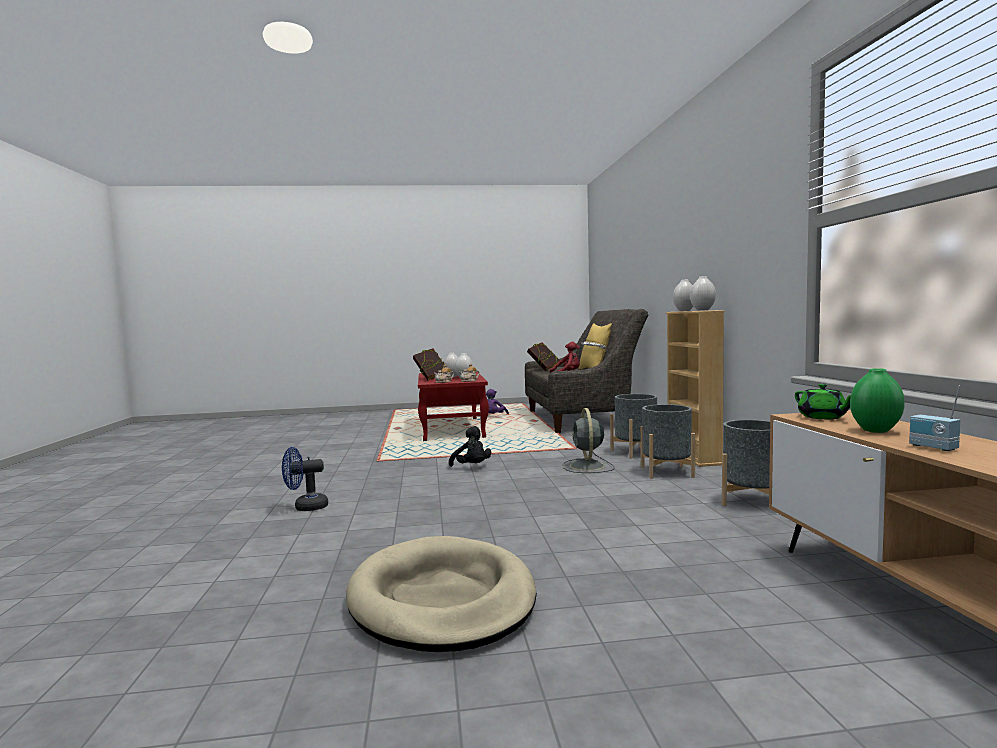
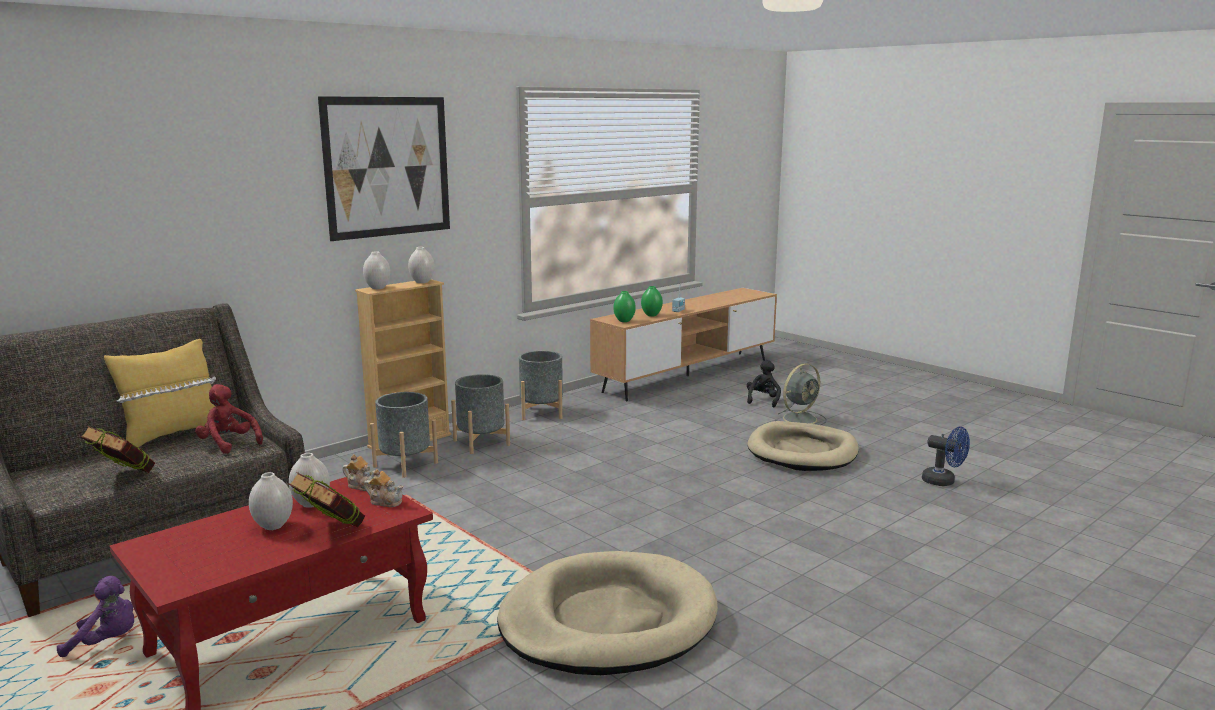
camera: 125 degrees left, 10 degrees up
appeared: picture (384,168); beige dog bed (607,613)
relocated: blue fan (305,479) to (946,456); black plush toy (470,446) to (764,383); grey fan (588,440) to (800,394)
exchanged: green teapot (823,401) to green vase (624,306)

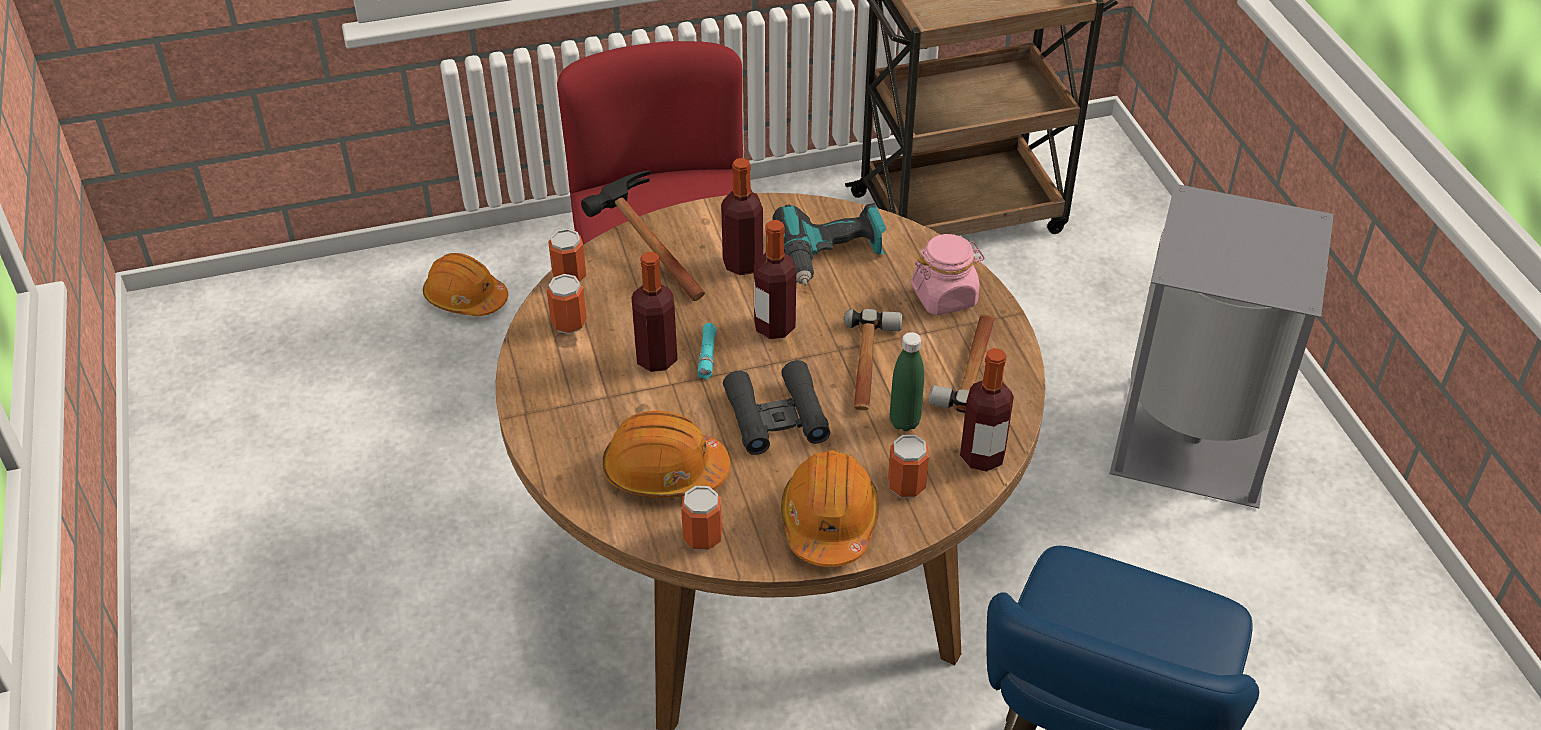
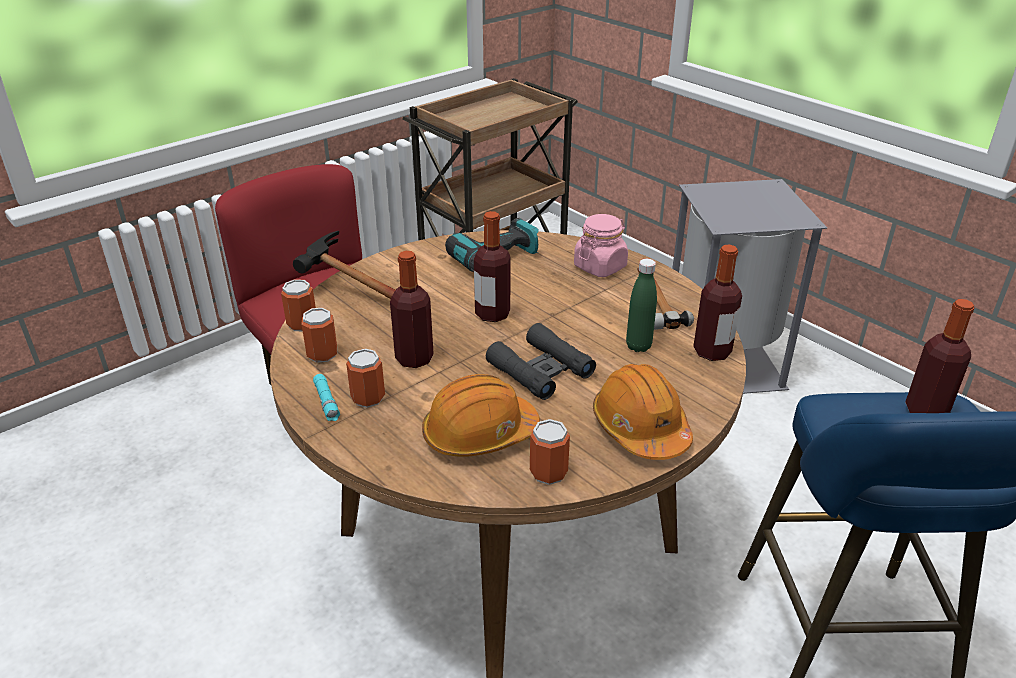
camera: 25 degrees left, 10 degrees down
missing: orange hard hat (465,284); hammer (873,359)
relocated: turquoise flashlight (707,351) to (326,397); bottle (742,216) to (939,356); can (908,466) to (365,378)

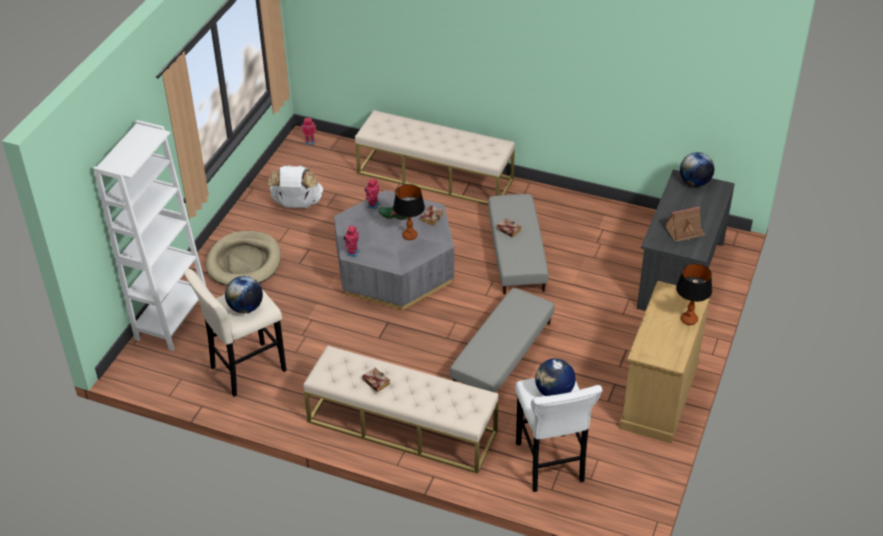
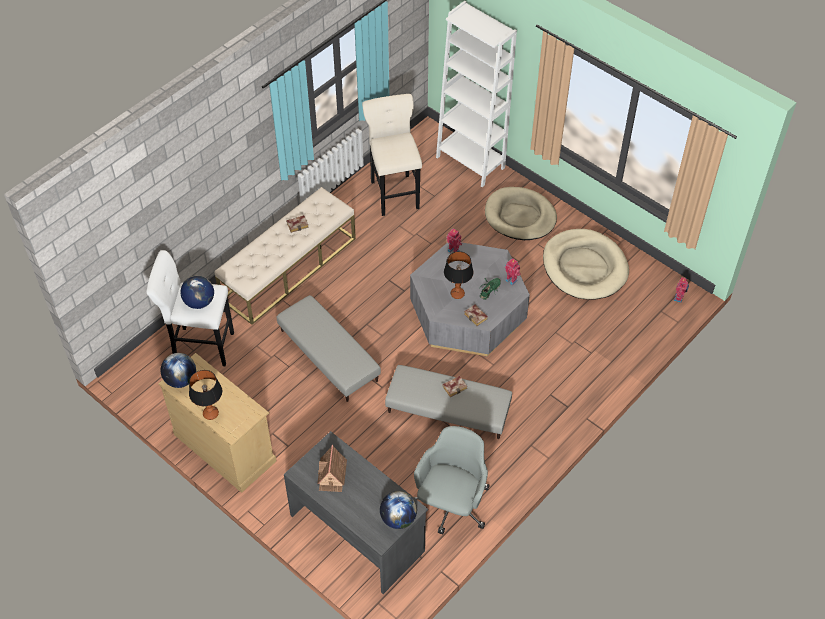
camera: 110 degrees right, 10 degrees up
missing: beige bench (435,157)
appeared: grey office chair (452,480)
relocated: globe (244,294) to (178,370)
exchanged: white backpack (295,186) to beige dog bed (586,264)

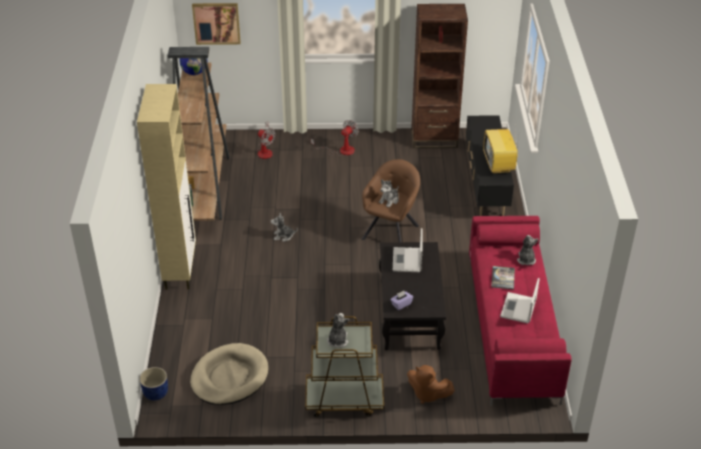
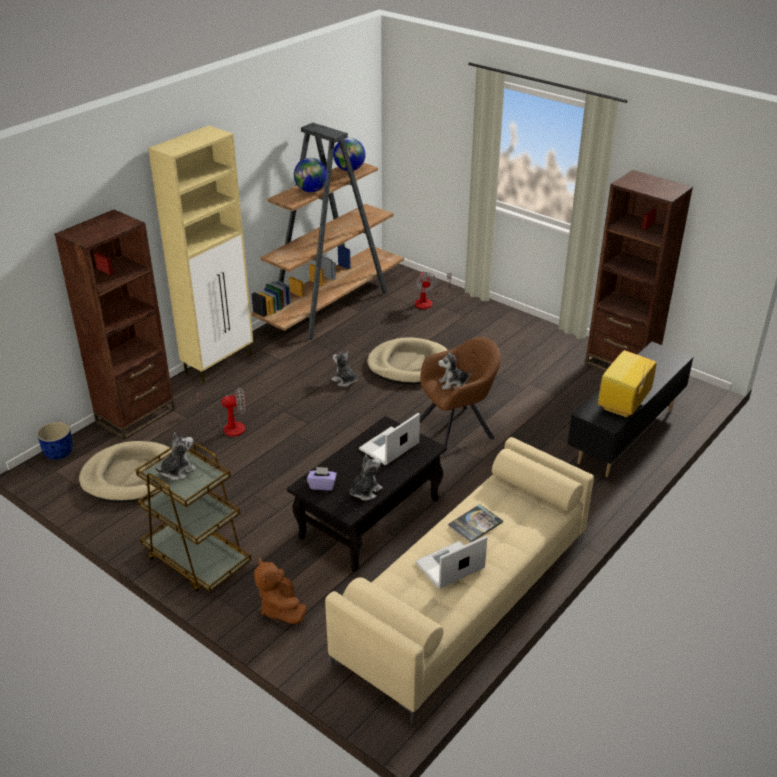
camera: 40 degrees right, 5 degrees down
missing: picture (216,24)
appeared: brown bookcase (115,325); globe (310,175); beige dog bed (407,361)
relocated: fan (335,138) to (221,412); plush toy (528,250) to (366,477)
colour: red sofa (520,311) to beige sofa (459,580)

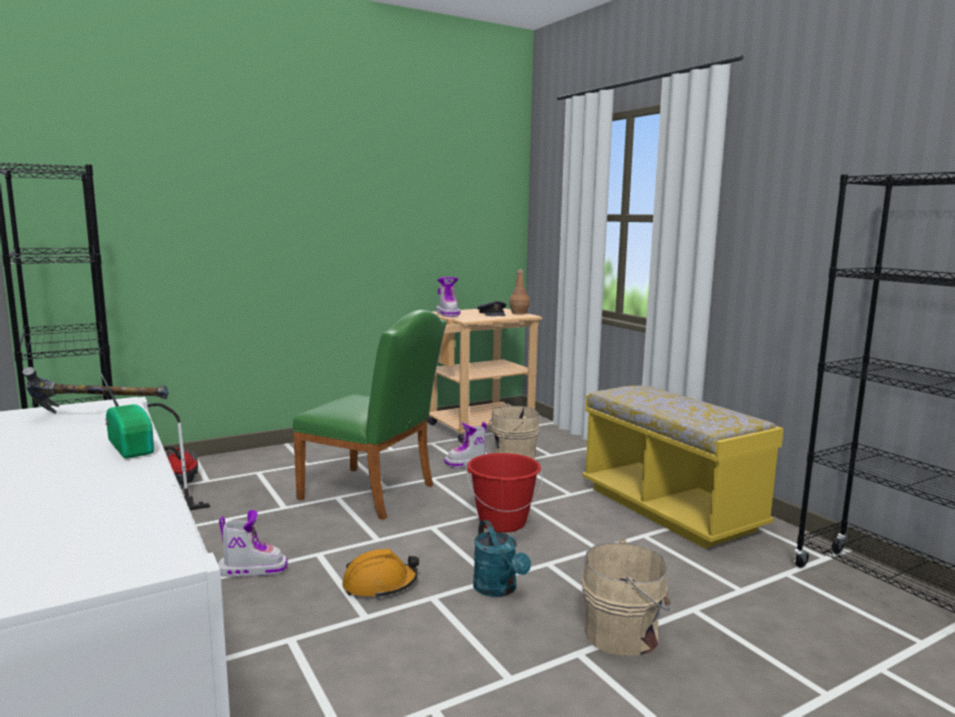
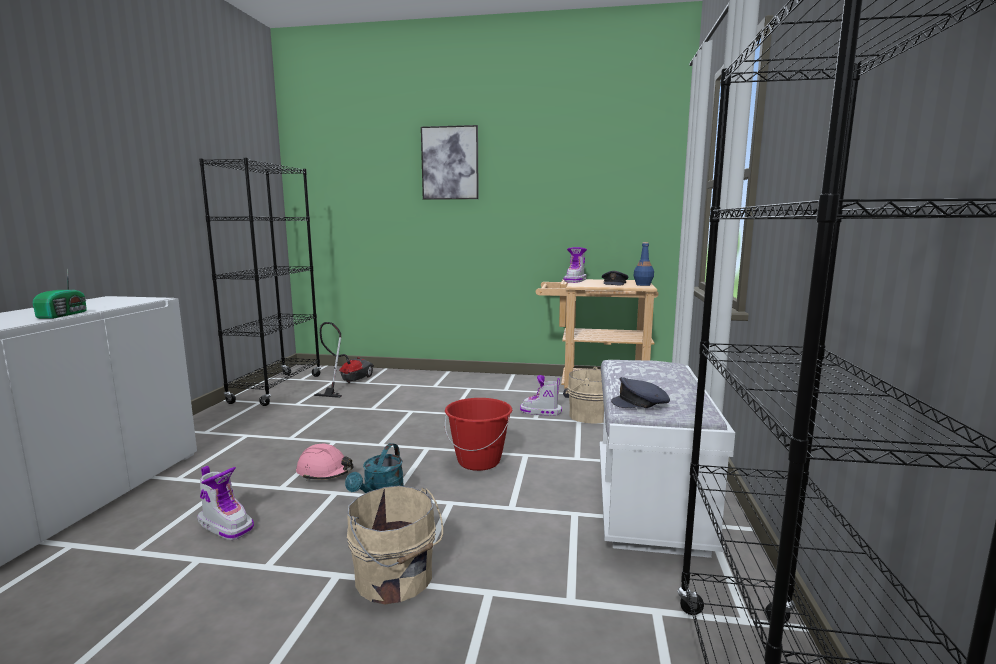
camera: 40 degrees right, 0 degrees up
missing: hammer (96,390); green chair (369,415)
appeared: picture (450,162); grey cap (640,392)
relocated: boot (252,543) to (225,503)
colour: orange hard hat (380,573) to pink hard hat (325,462); brown bottle (519,292) to blue bottle (644,264); yellow bench (683,466) to white bench (667,459)

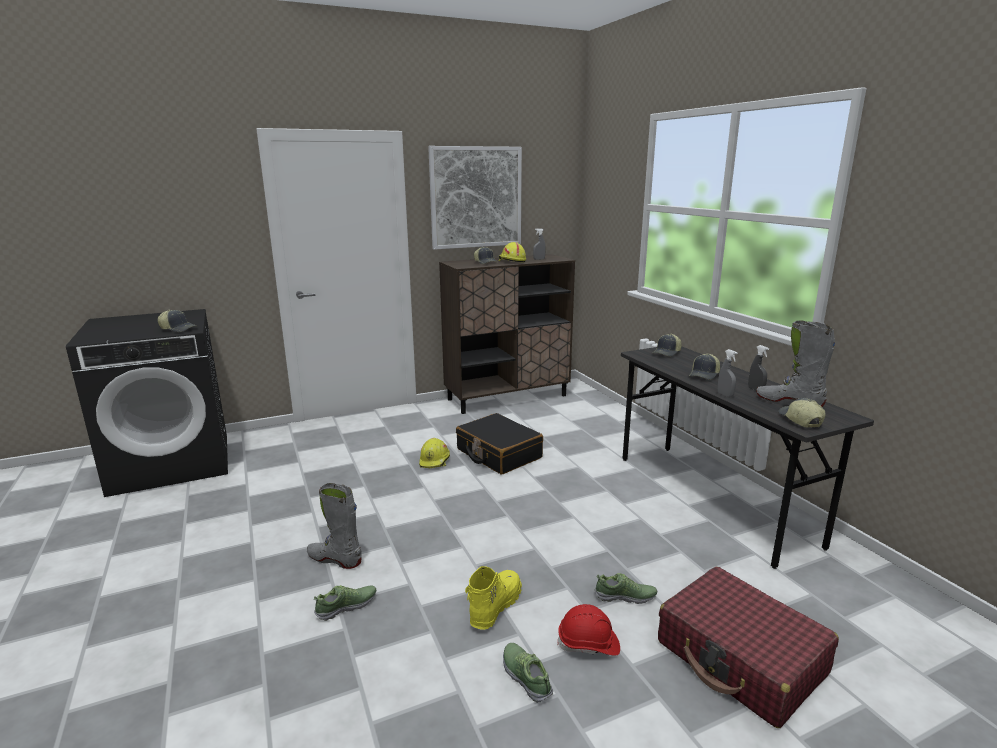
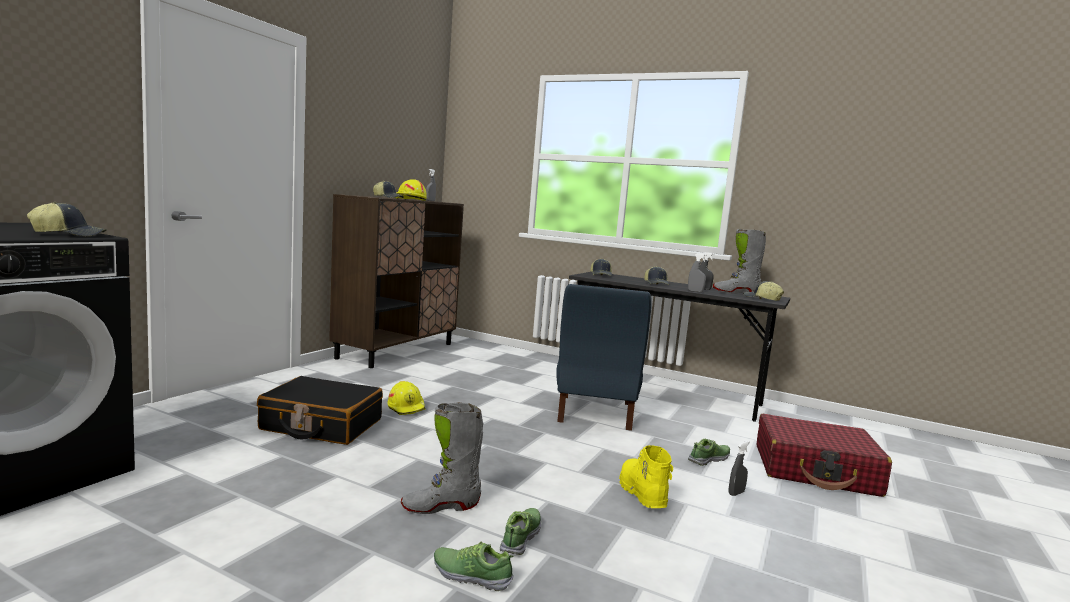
camera: 40 degrees left, 10 degrees down
missing: picture (475,198)
appeared: blue chair (604,357)
relocated: black suitcase (499,444) to (320,410); shoe (528,673) to (474,566)
exchanged: red hard hat (588,630) to grey spray bottle (739,468)

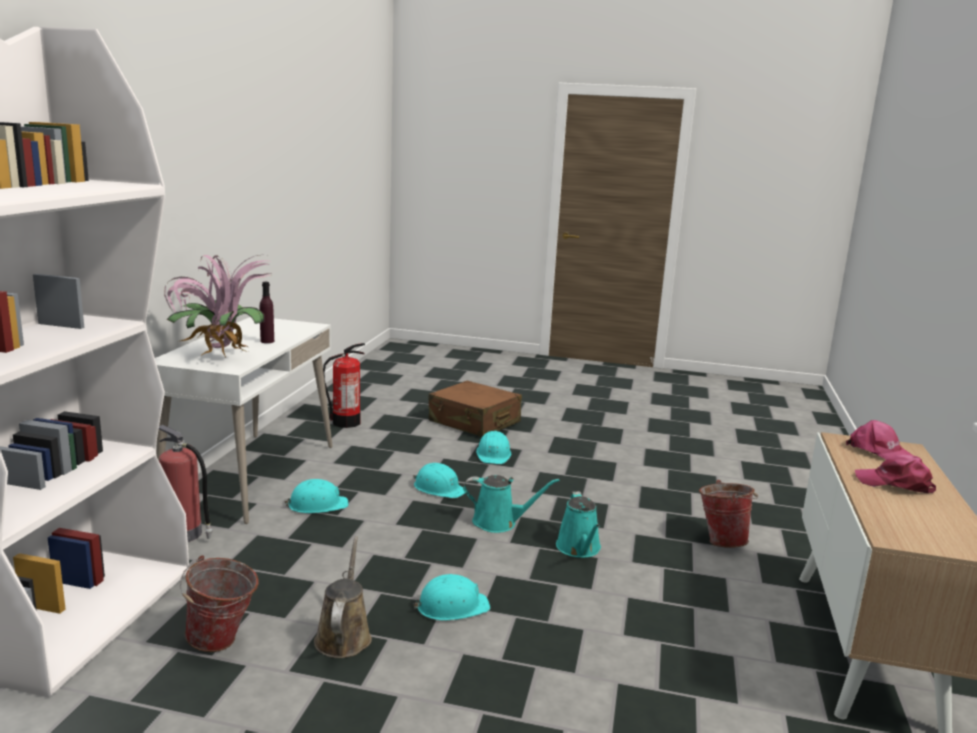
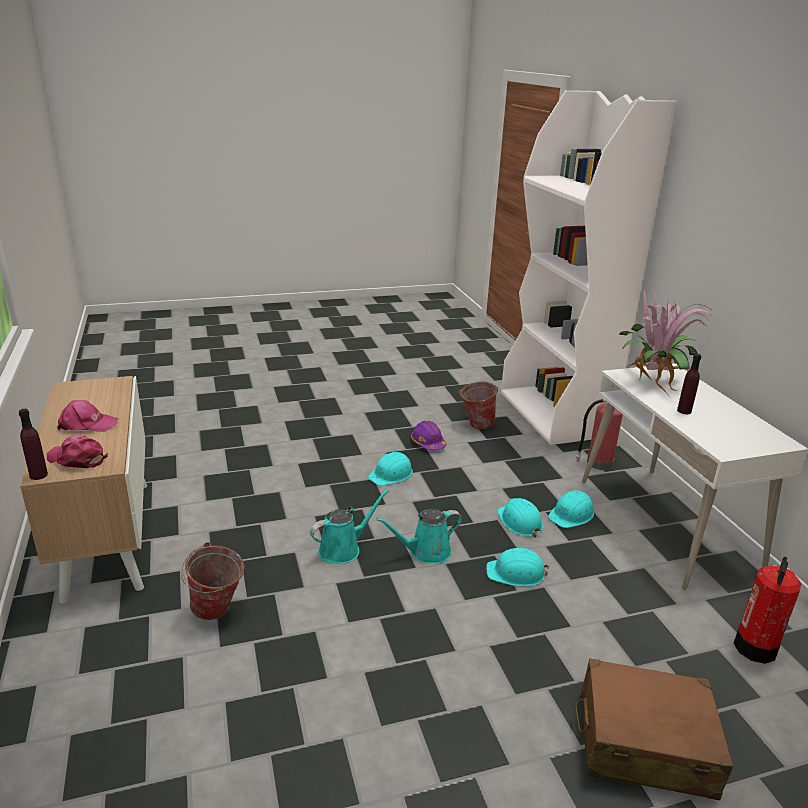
camera: 150 degrees right, 10 degrees up
appeared: purple bottle (33,444)
relocated: turquoise hard hat (493,447) to (520,517)
exchanged: brown watering can (343,597) to purple hard hat (428,435)
spun: turquoise watering can (578,524) = (349,526) 90 degrees clockwise

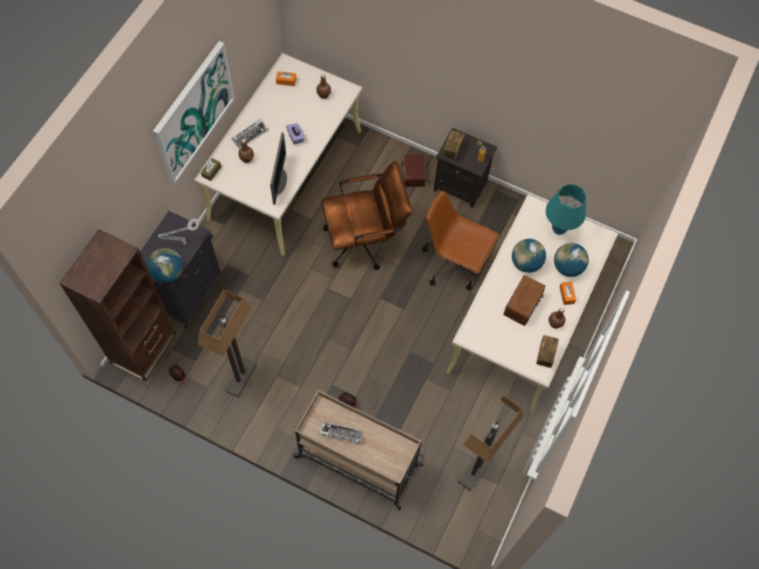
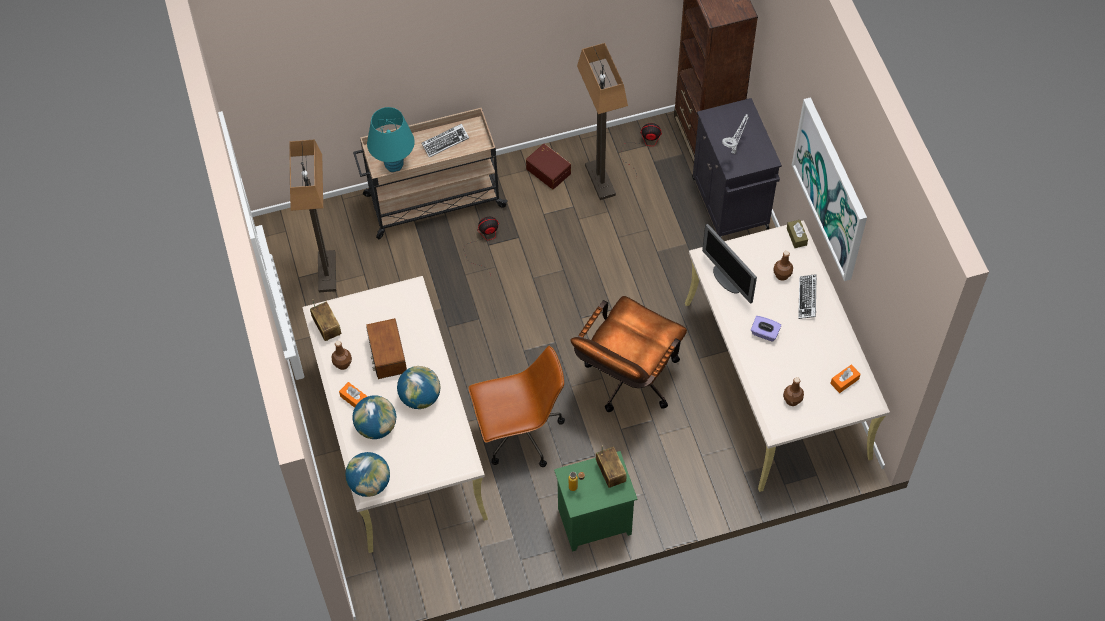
camera: 140 degrees right, 5 degrees down
relocated: globe (165,265) to (367,474); brown storage box (413,170) to (548,166); turquoise table lamp (566,209) to (391,139)
colour: black nightstand (465,168) to green nightstand (595,501)

